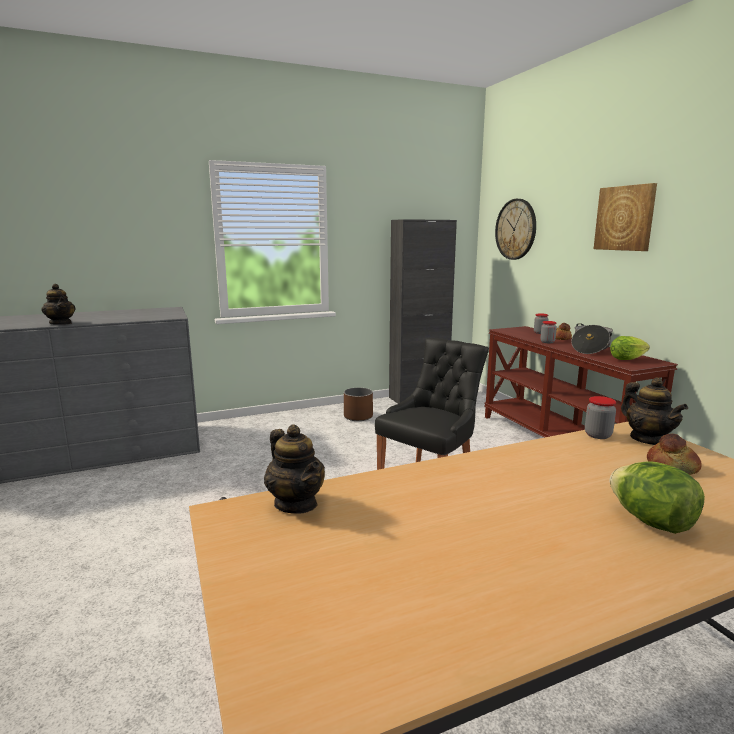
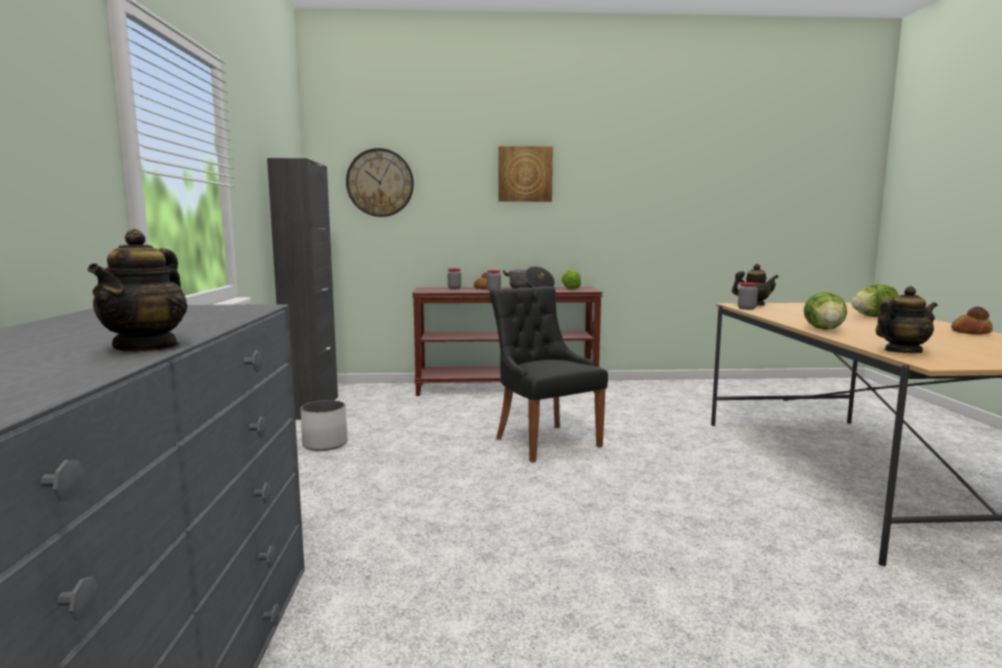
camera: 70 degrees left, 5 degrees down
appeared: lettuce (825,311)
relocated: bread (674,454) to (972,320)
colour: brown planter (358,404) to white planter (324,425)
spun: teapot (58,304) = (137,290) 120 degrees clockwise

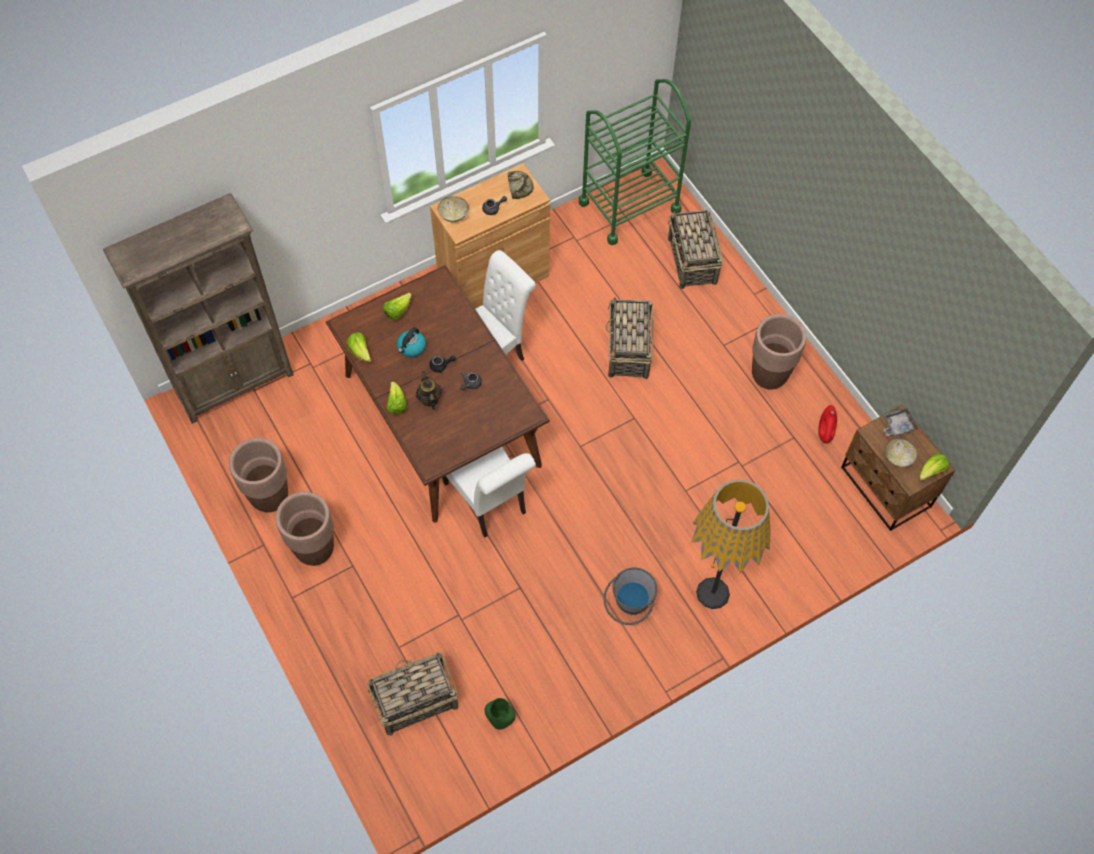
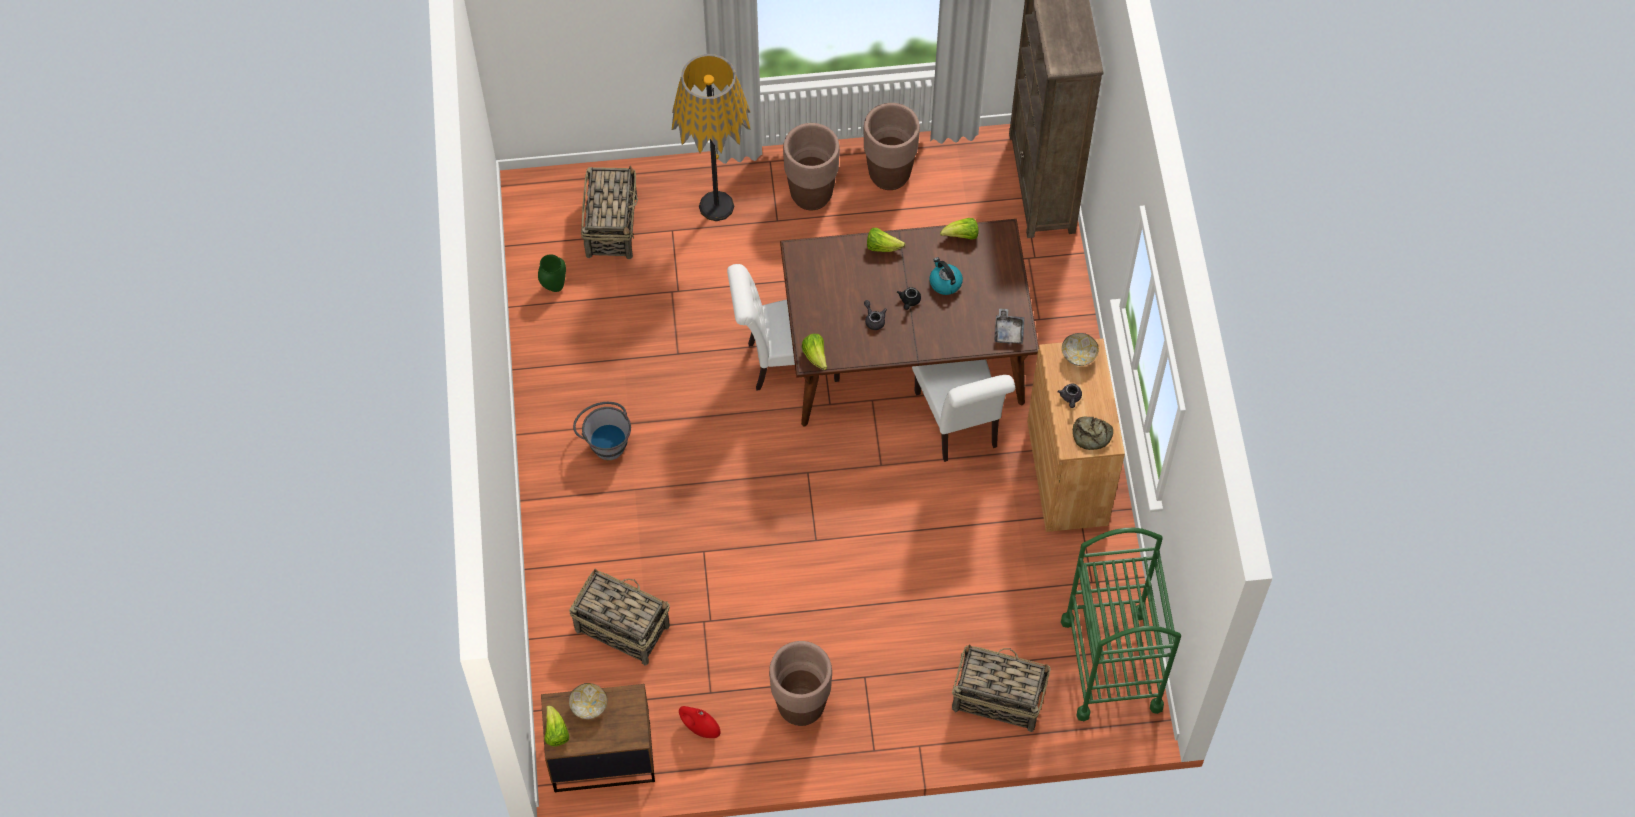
camera: 115 degrees right, 0 degrees up
missing: teapot (429,390)
relocated: lettuce (397,307) to (814,352); basket (630,338) to (619,617); floor lamp (730,544) to (711,137); grey tray (900,422) to (1009,326)

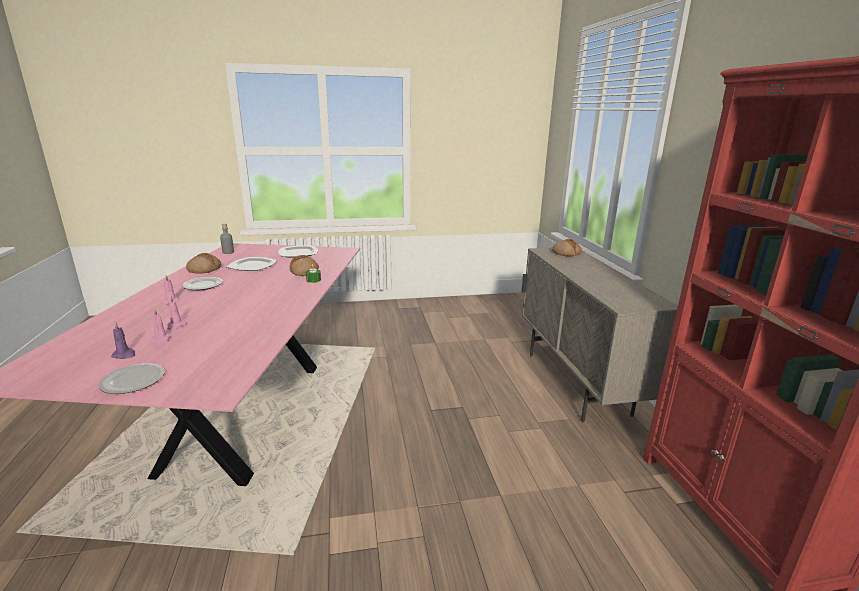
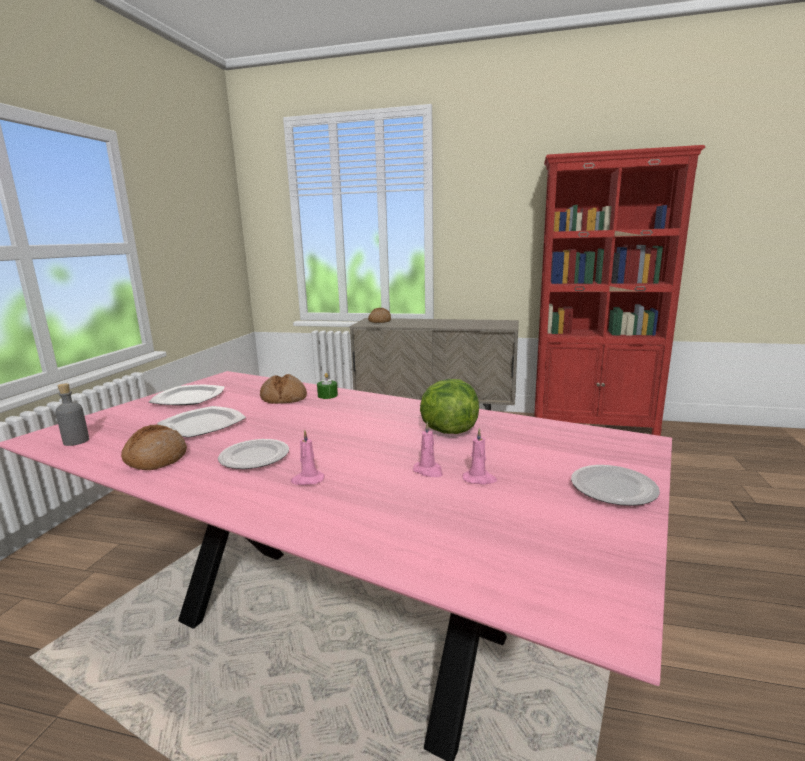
camera: 65 degrees left, 5 degrees down
missing: purple candle (123,340)
appeared: lettuce (449,406)

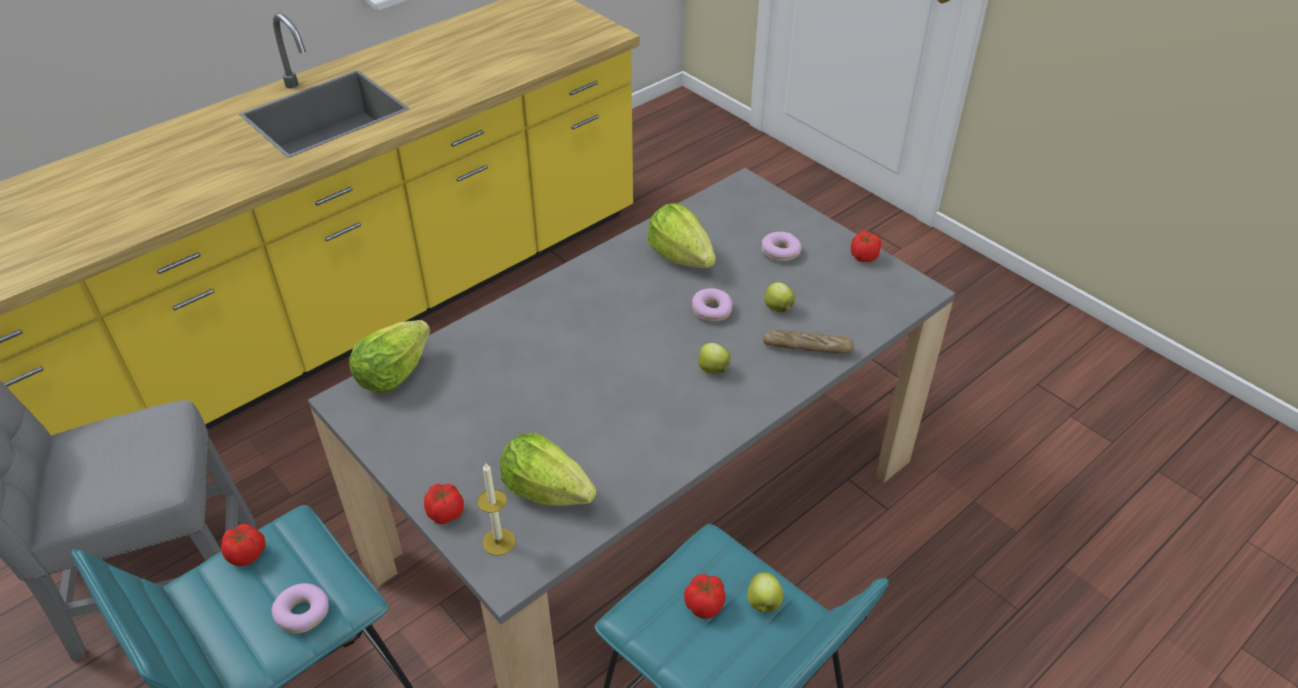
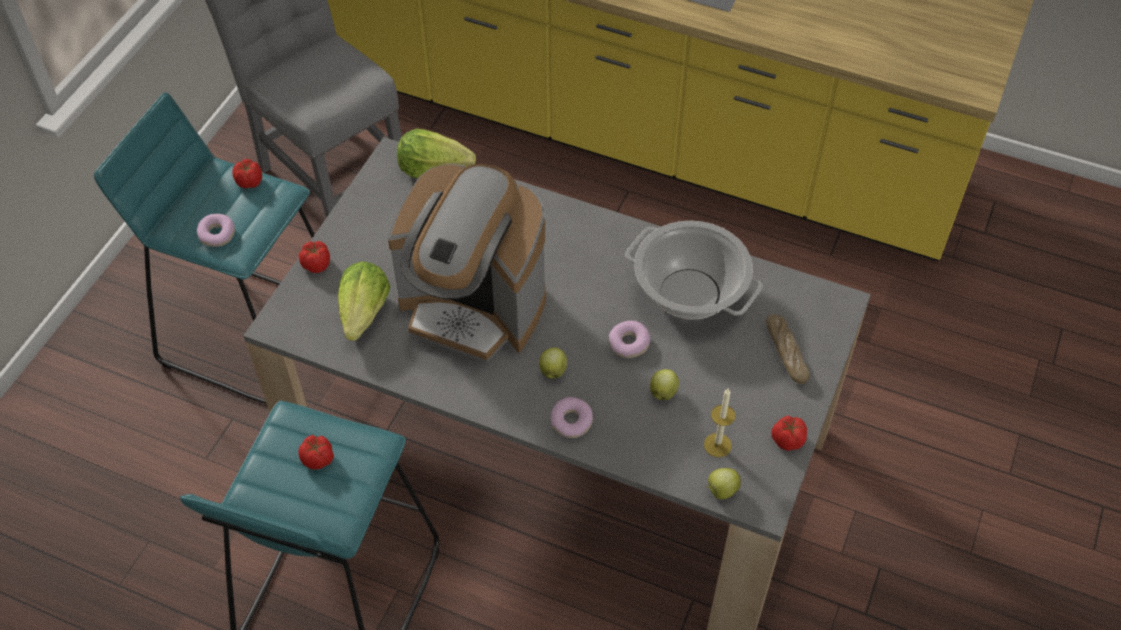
camera: 65 degrees right, 10 degrees up
appeared: coffee machine (467,263)
relocated: candle (496,509) to (720,423); apple (765,592) to (723,483); donut (782,247) to (572,417); bread (808,341) to (788,349)
exchanged: lettuce (681,235) to cooking pot (693,270)

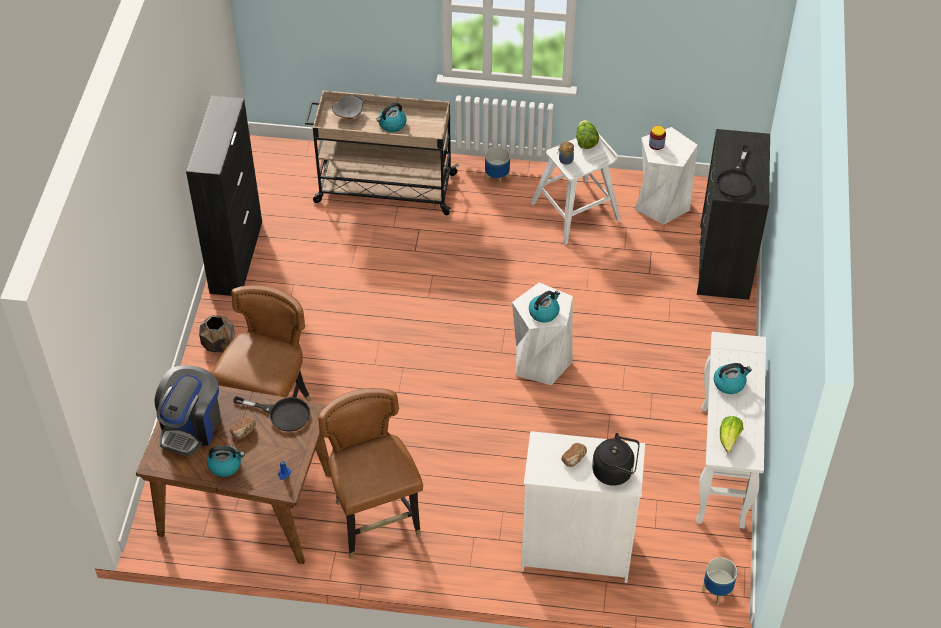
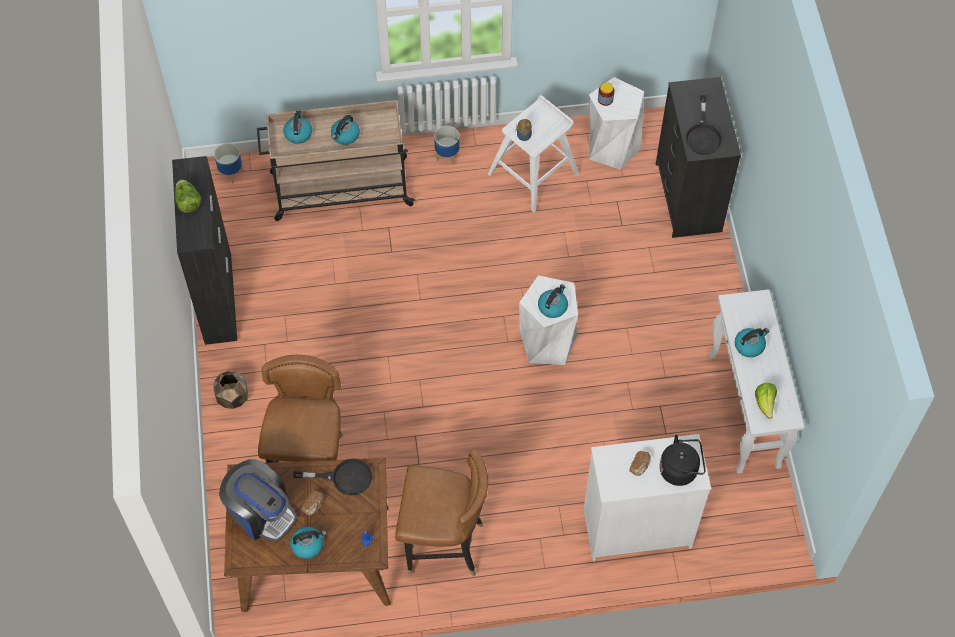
camera: 15 degrees left, 10 degrees up
relocated: lettuce (587,134) to (188,196); planter (719,581) to (229,163)
exchanged: grey bowl (348,106) to kettle (298,127)
spun: coffee machine (188,410) = (258,500) 60 degrees counterclockwise; brown chair (370,473) = (441,512) 135 degrees clockwise

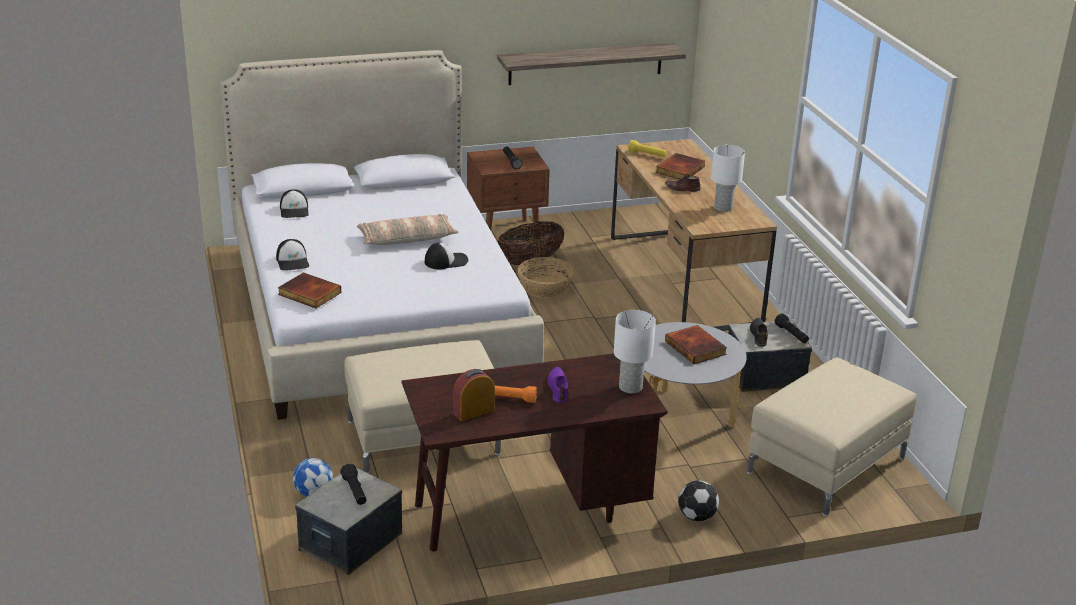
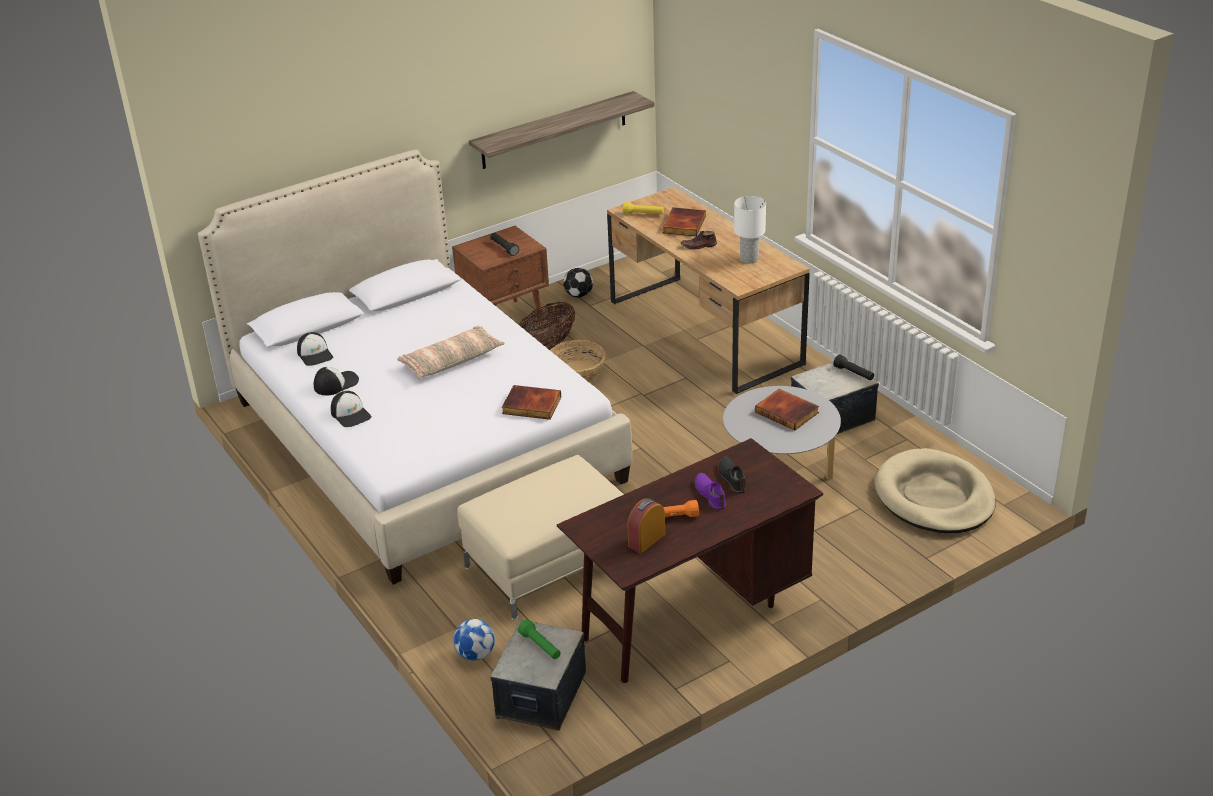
camera: 15 degrees left, 5 degrees up
missing: white table lamp (635,352)
relocated: book (309,290) to (531,402); cap (446,256) to (336,381); football (698,500) to (578,283); black shoe (759,332) to (732,475)
exchanged: beige ottoman (832,437) to beige dog bed (935,490)
colour: black flashlight (353,484) to green flashlight (539,639)

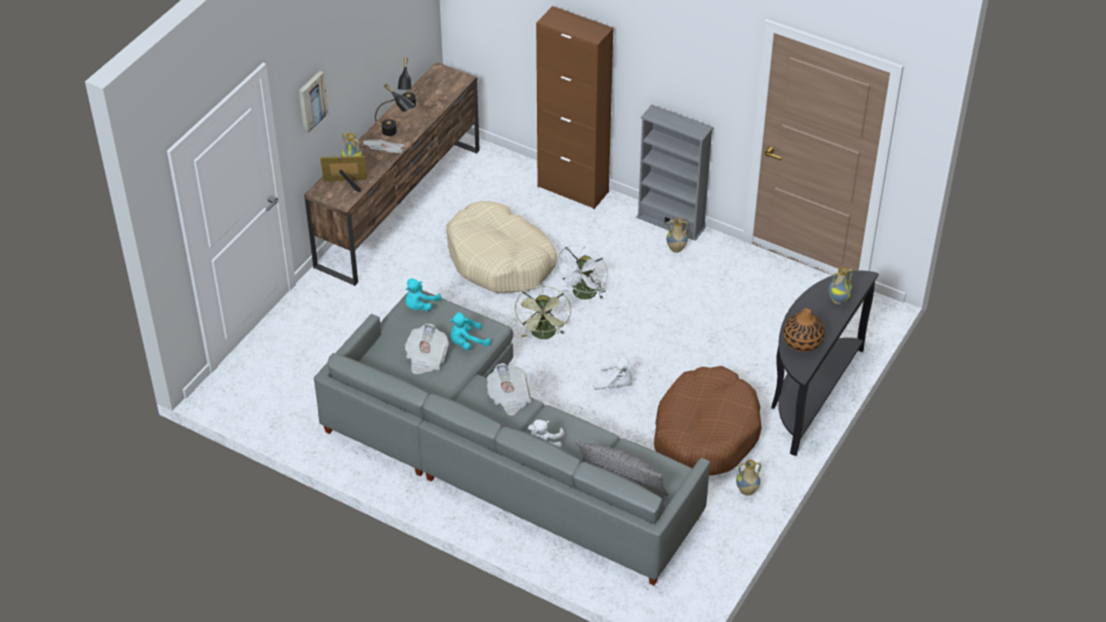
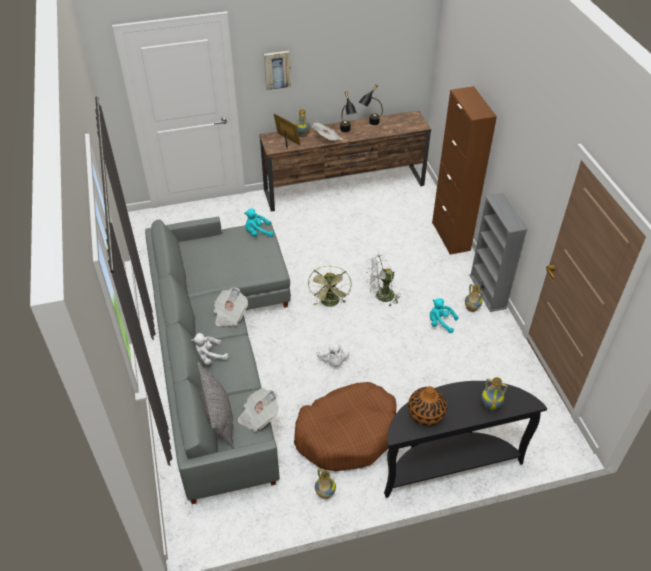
camera: 45 degrees right, 0 degrees up
missing: beige dog bed (501,247)
relocated: newspaper (427,349) to (258,410); turquoise plush toy (470,331) to (444,315)
spun: green fan (543,312) = (330,286) 45 degrees counterclockwise

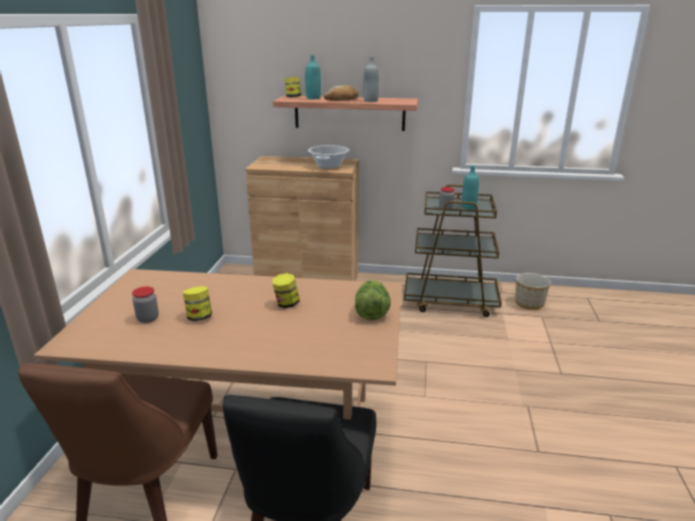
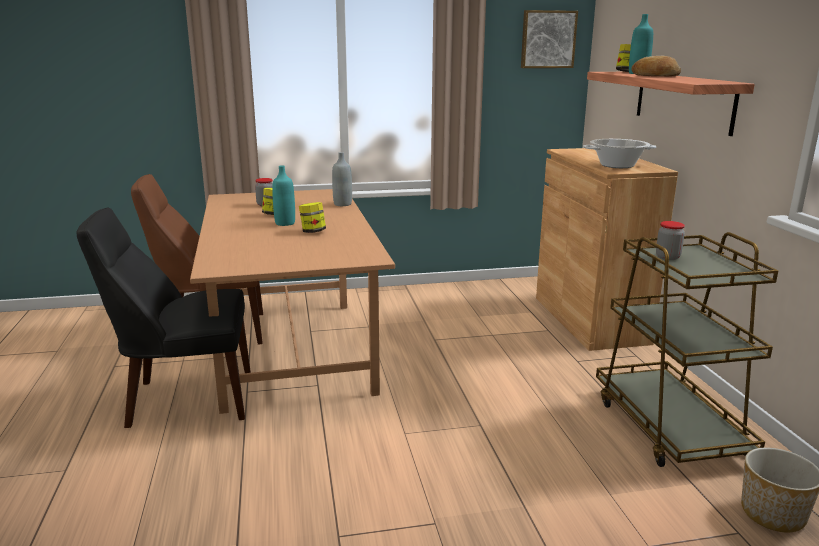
camera: 70 degrees right, 5 degrees down
missing: lettuce (373,300)
appeared: picture (549,39)
relocated: grey bottle (371,79) to (342,179); turquoise bottle (470,187) to (283,195)

